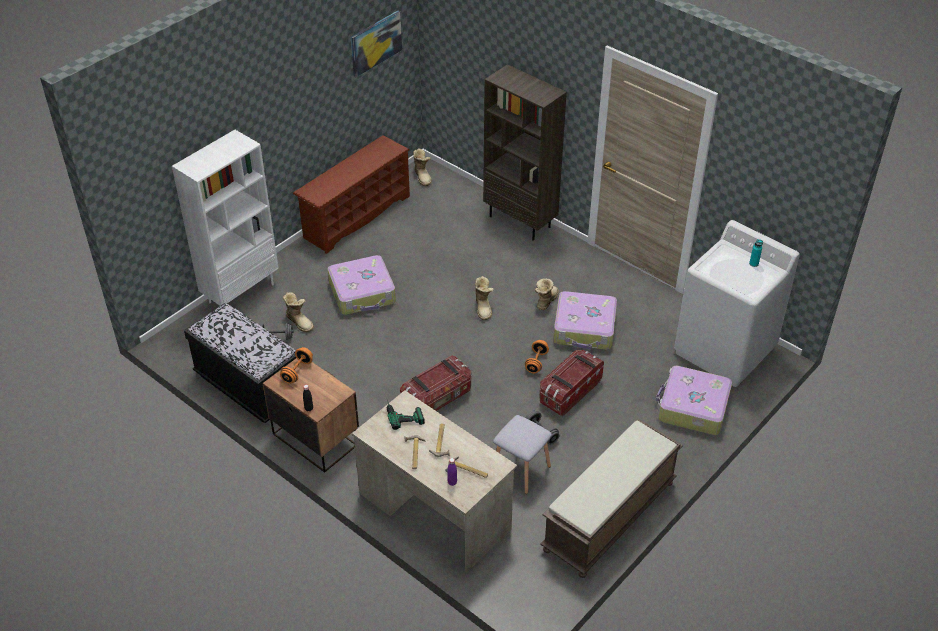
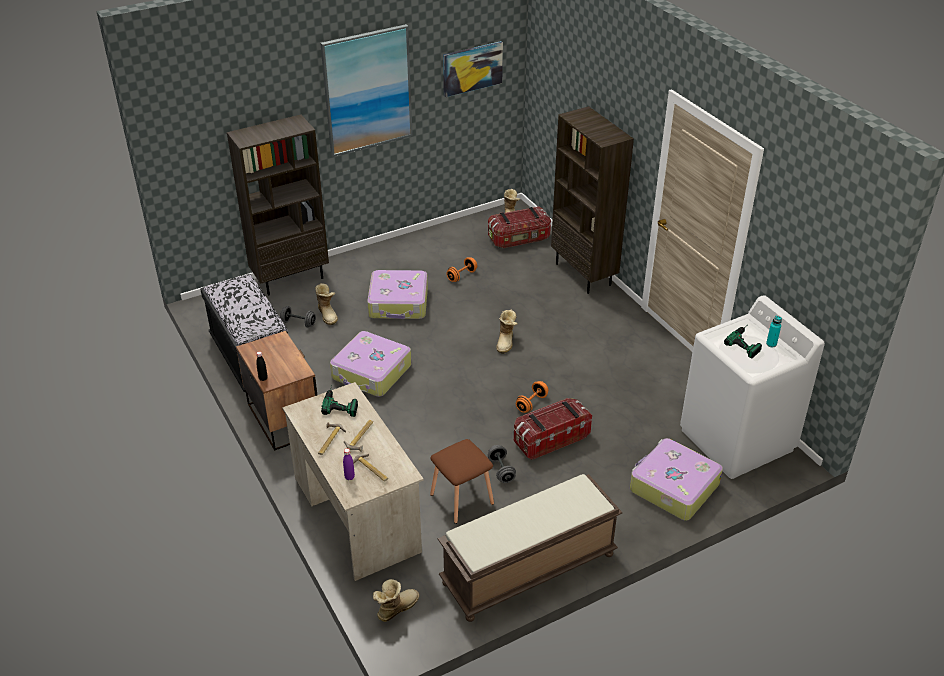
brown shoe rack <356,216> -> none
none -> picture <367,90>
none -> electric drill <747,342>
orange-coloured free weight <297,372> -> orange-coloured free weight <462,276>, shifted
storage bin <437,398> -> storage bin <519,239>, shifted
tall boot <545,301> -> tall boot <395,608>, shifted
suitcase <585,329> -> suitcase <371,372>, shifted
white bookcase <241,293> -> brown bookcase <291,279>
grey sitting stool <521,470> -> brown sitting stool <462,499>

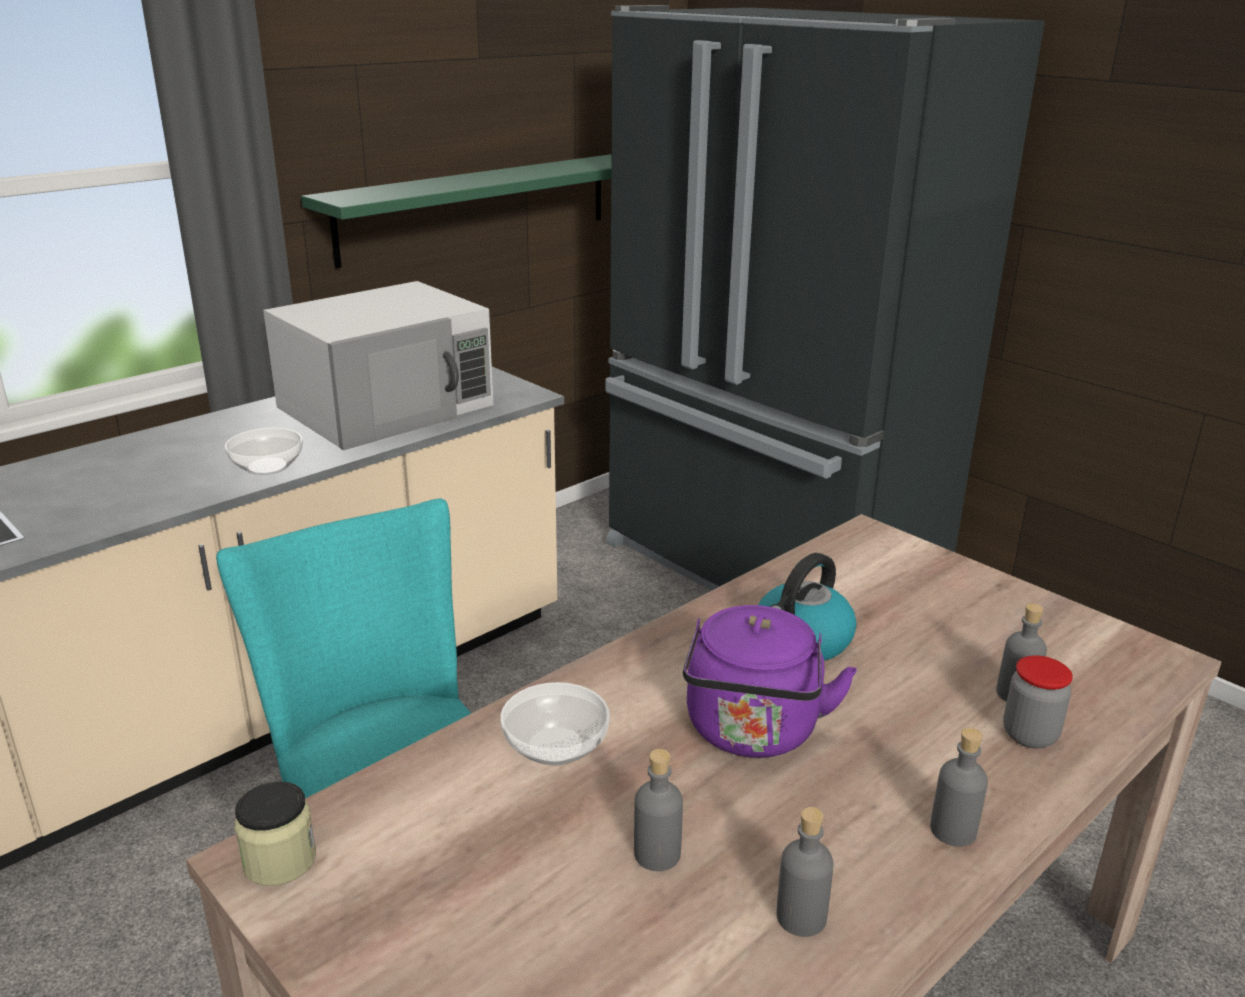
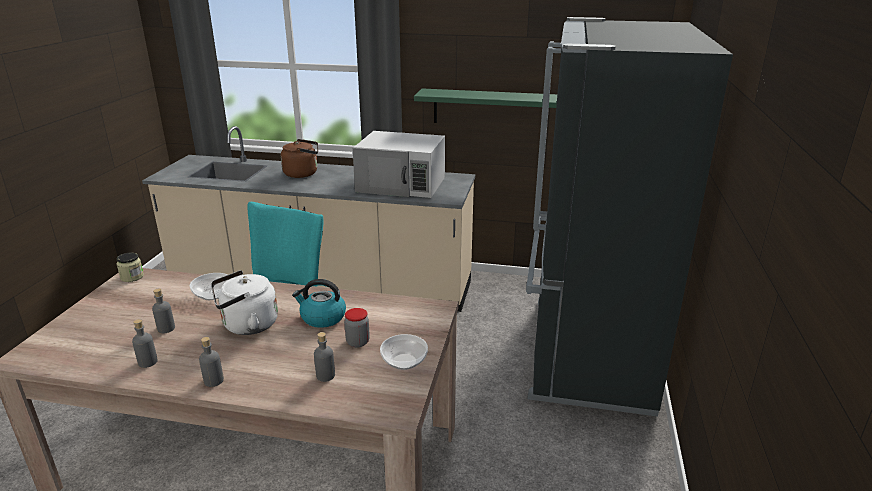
none -> brown tea kettle <303,173>
serving bowl <266,466> -> serving bowl <404,361>, shifted
preserve jar <1029,735> -> preserve jar <357,342>, shifted
purple tea kettle <752,733> -> white tea kettle <247,325>

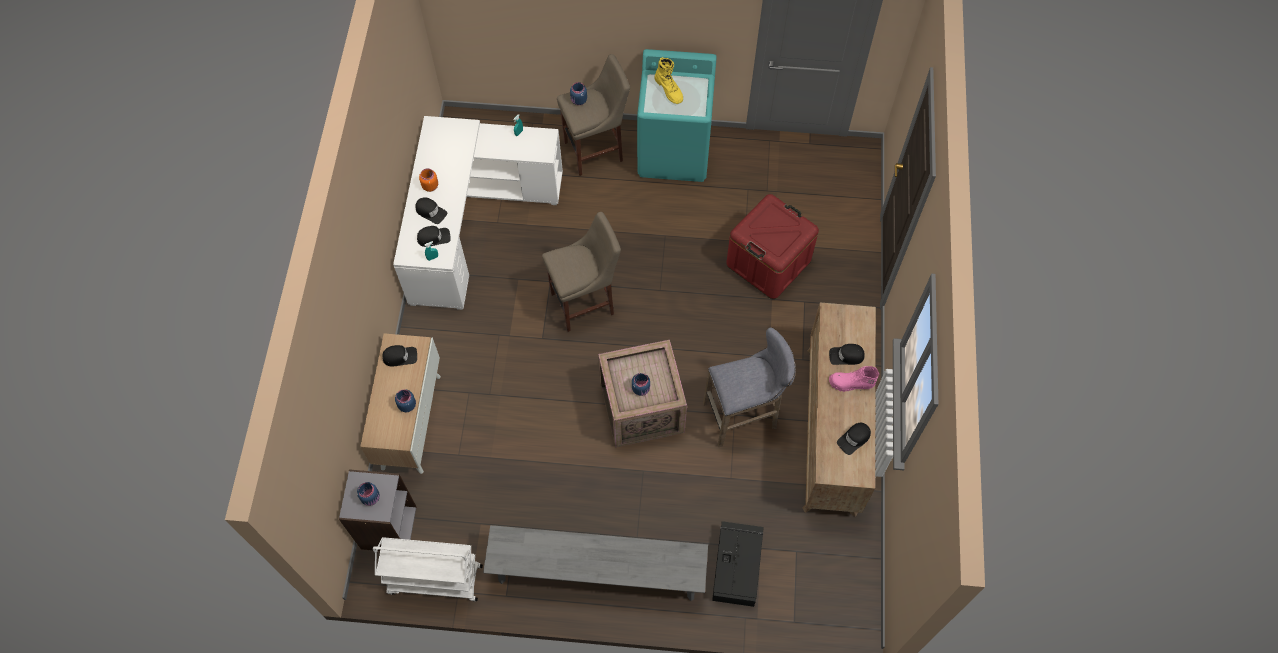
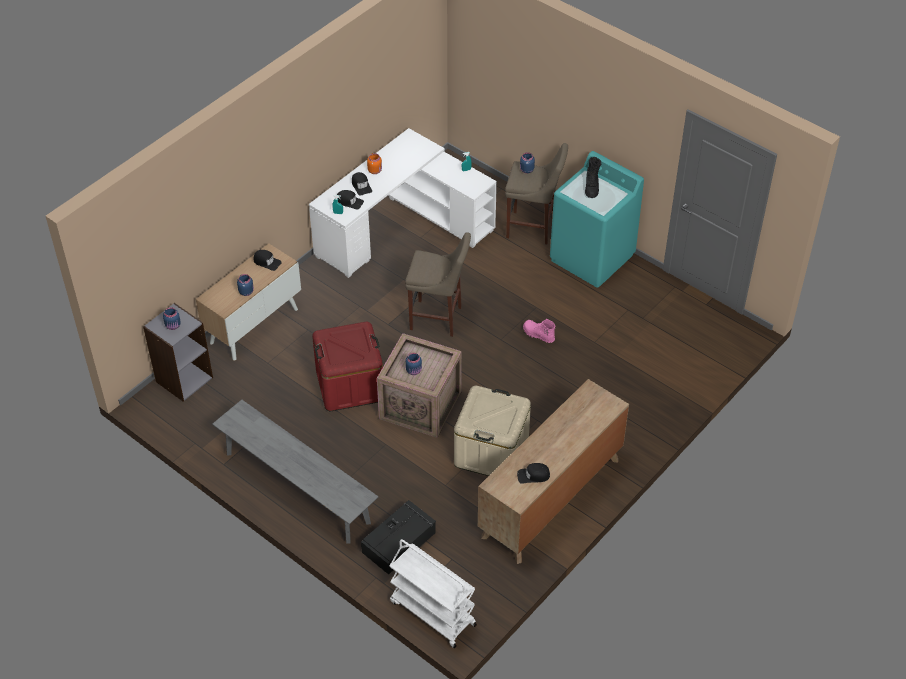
black baseball cap <846,356> -> none
white trolley <434,580> -> white trolley <432,613>, shifted
reddish storage bin <768,262> -> reddish storage bin <350,385>, shifted
pink tall boot <851,384> -> pink tall boot <538,335>, shifted
grey sitting stool <743,415> -> beige-coloured storage bin <491,451>
yellow tall boot <669,89> -> black tall boot <592,187>

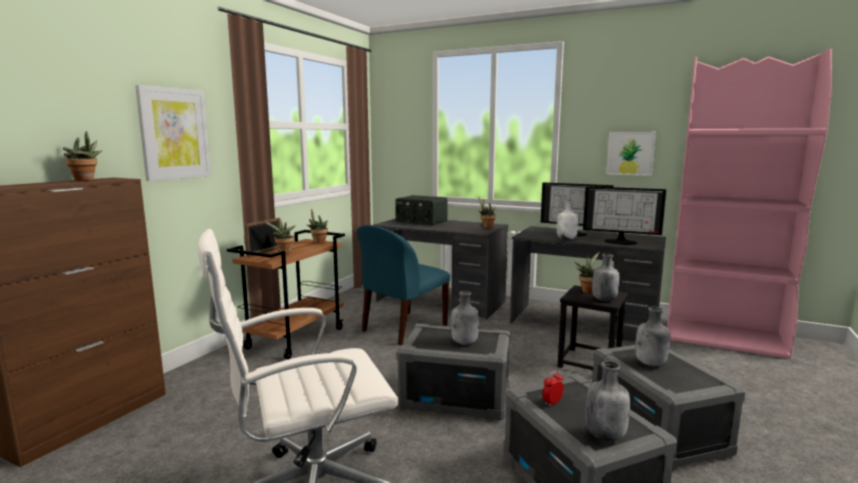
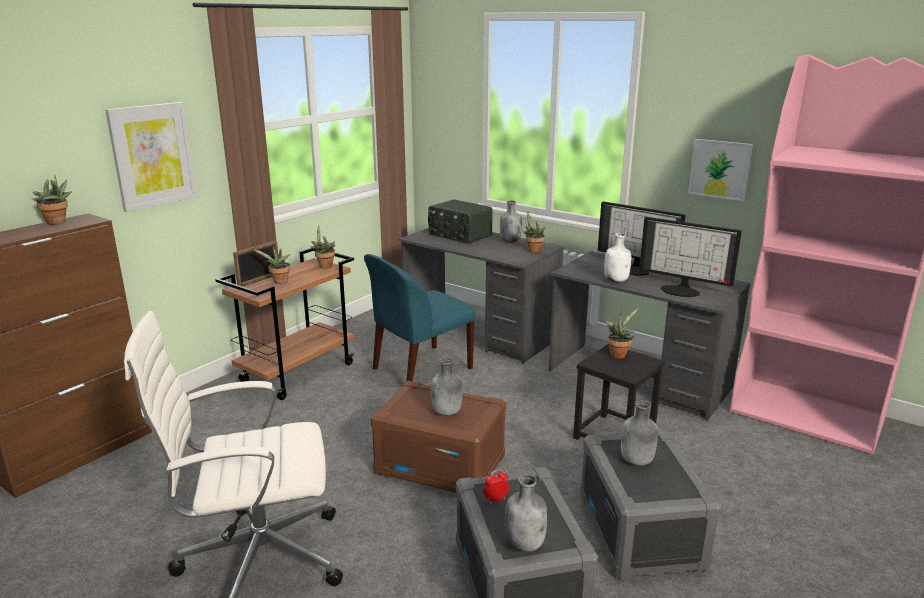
grey bottle <604,299> -> grey bottle <510,241>, shifted
grey storage bin <456,396> -> brown storage bin <441,464>

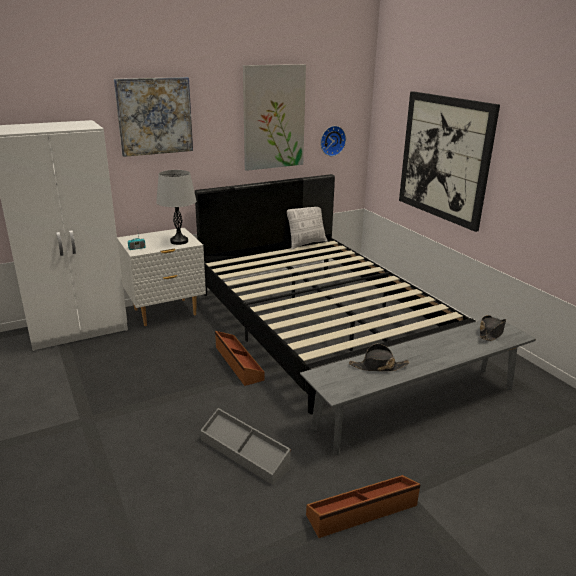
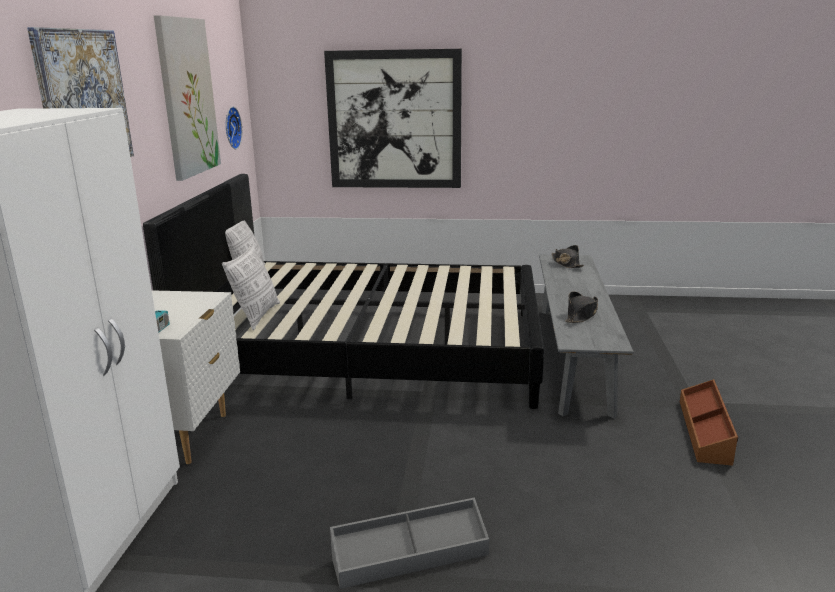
grey lamp for a table <179,241> -> none
brown storage bin <238,363> -> none
none -> pillow <256,316>
grey storage bin <245,453> -> grey storage bin <410,555>, shifted

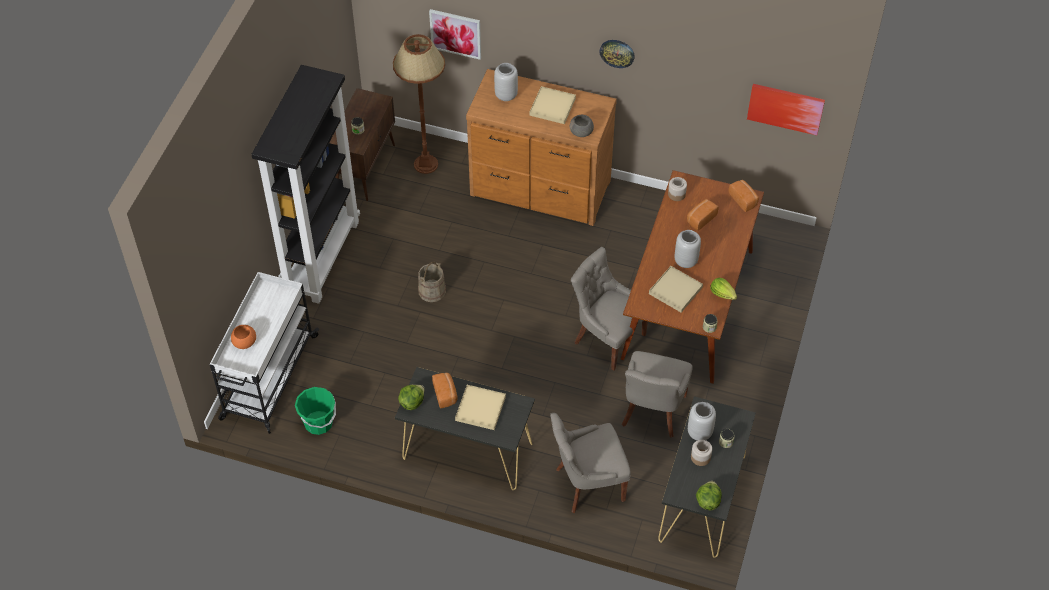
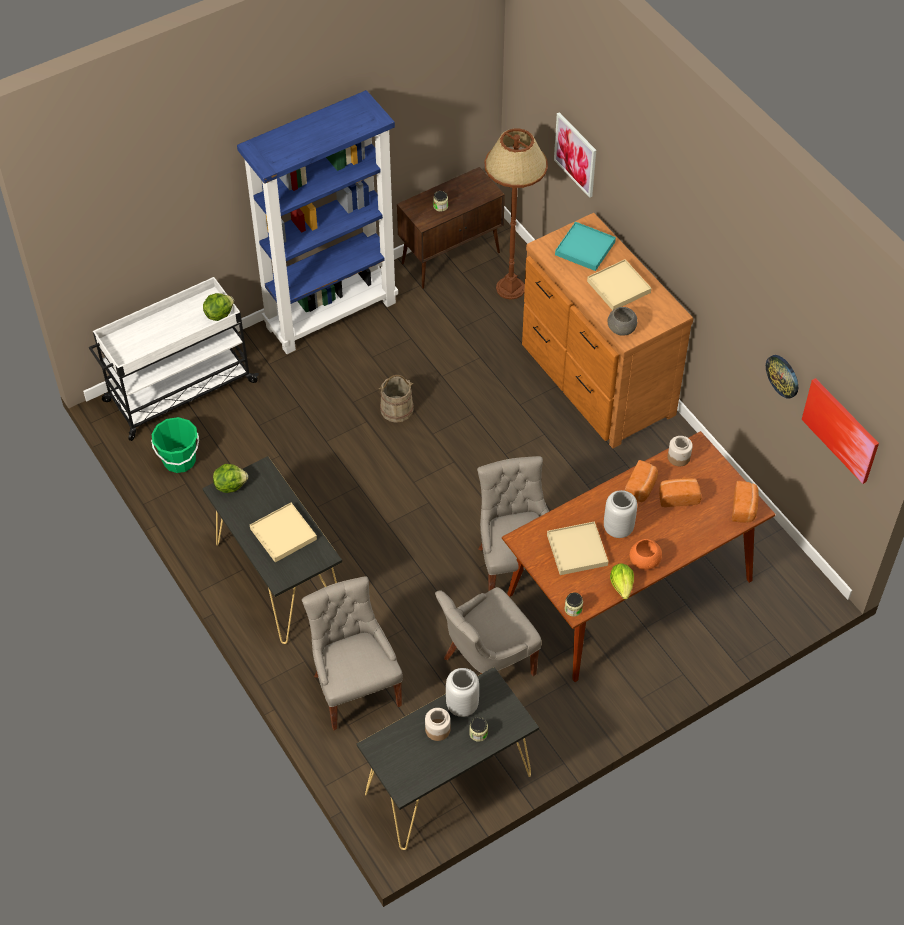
orange-coloured serving bowl <244,342> -> orange-coloured serving bowl <644,561>, shifted
bread <445,394> -> bread <641,488>, shifted
clock on the wall <617,53> -> clock on the wall <783,376>, shifted
lettuce head <708,501> -> lettuce head <219,314>, shifted
grey decorative vase <506,95> -> turquoise tray <585,248>
black bookcase <322,256> -> bluish bookcase <331,314>
grey chair <587,484> -> grey chair <355,688>, 45 degrees clockwise

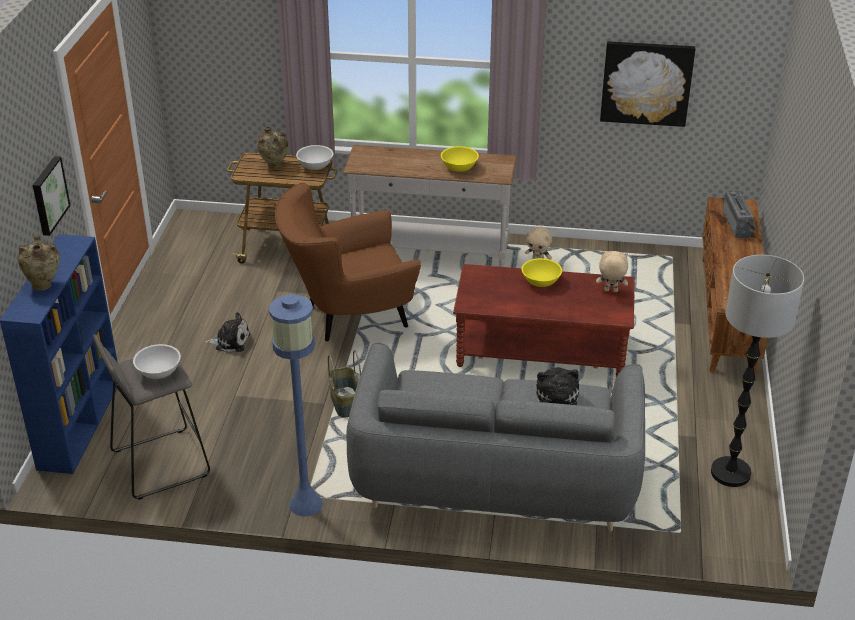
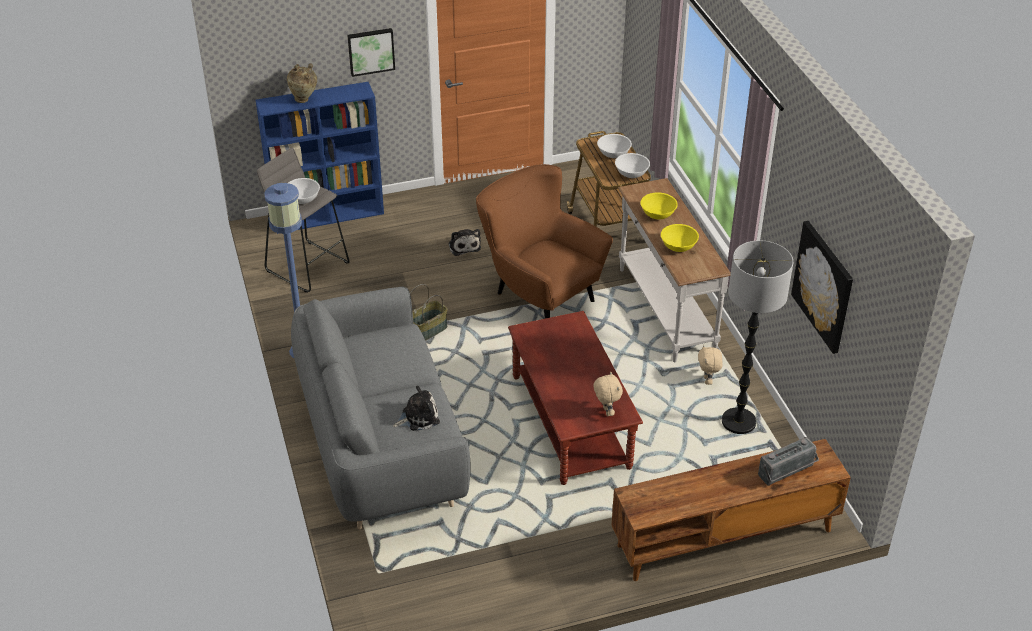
yellow serving bowl <541,281> -> yellow serving bowl <658,214>, shifted
floor lamp <731,473> -> floor lamp <738,422>, shifted
beige-coloured decorative vase <274,166> -> white serving bowl <614,154>

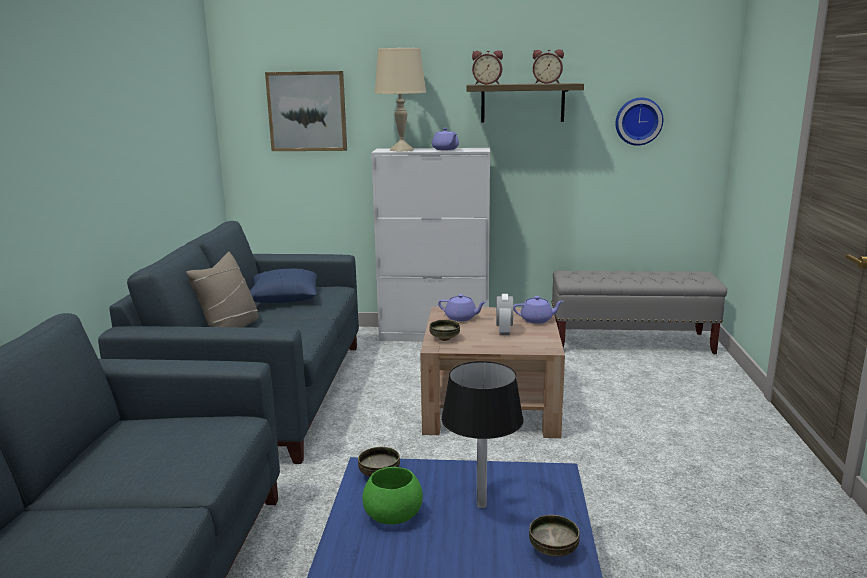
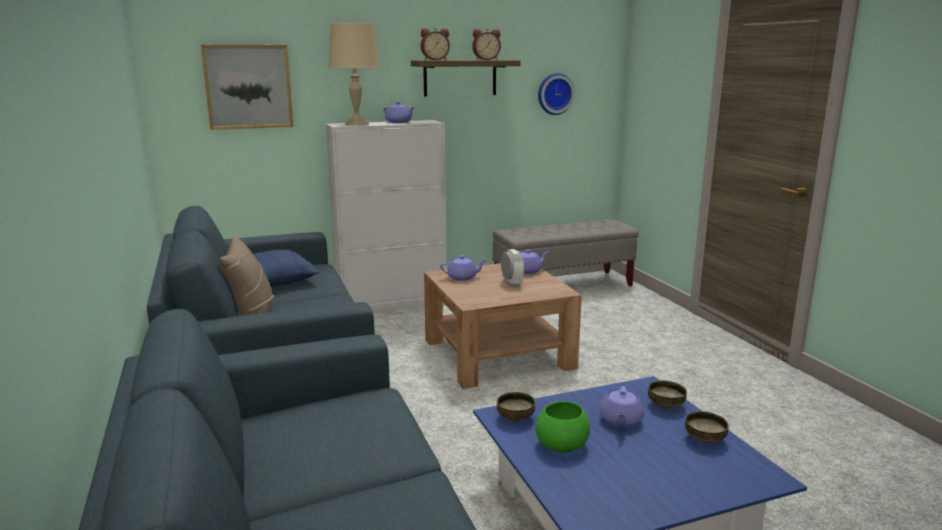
serving bowl <444,339> -> serving bowl <665,405>, shifted
black lamp for a table <482,505> -> purple pot for tea <620,421>

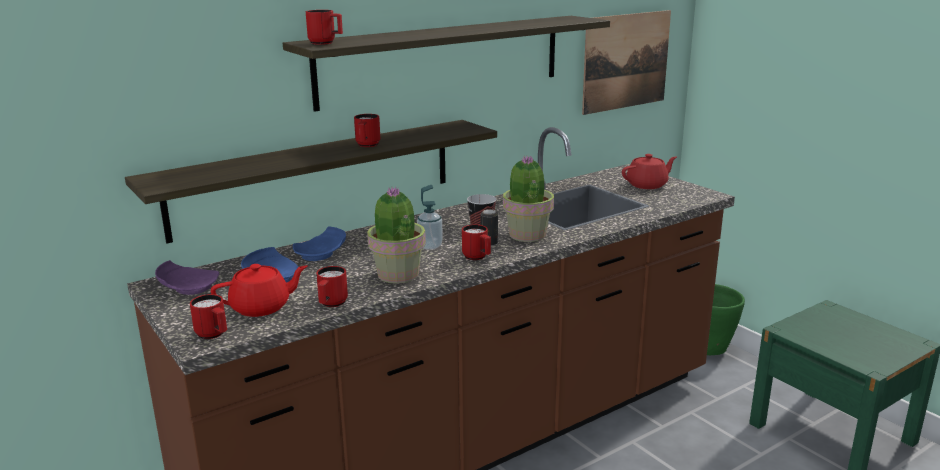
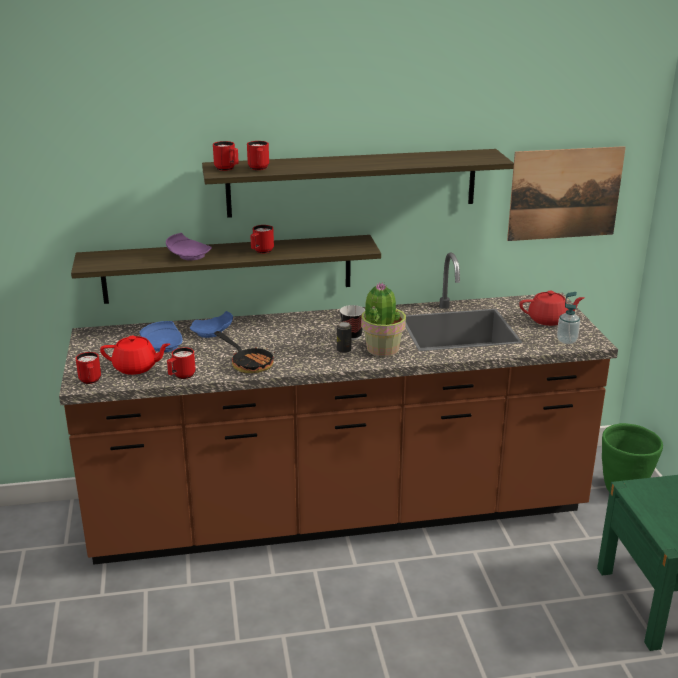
purple dinner plate <188,288> -> purple dinner plate <188,255>, shifted
soap dispenser <430,246> -> soap dispenser <566,341>, shifted
reddish coffee mug <477,257> -> reddish coffee mug <259,169>, shifted
houseplant <397,275> -> pan <248,363>

